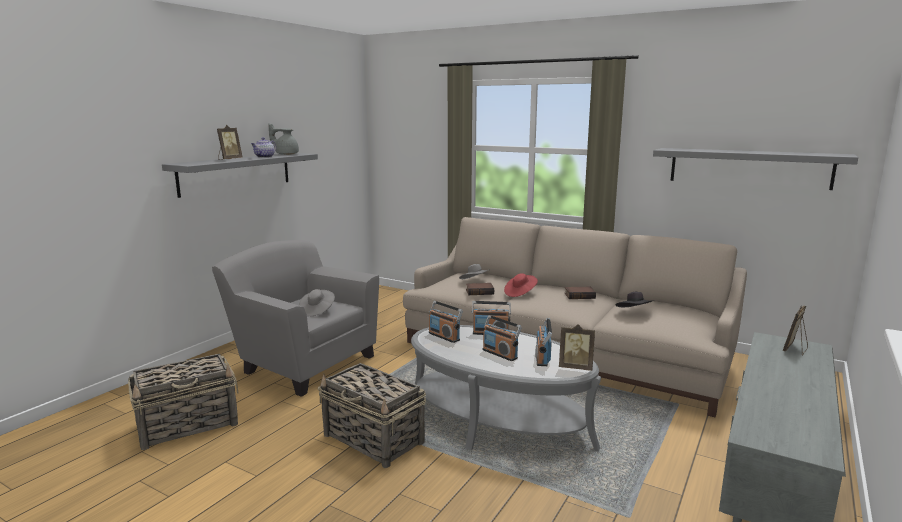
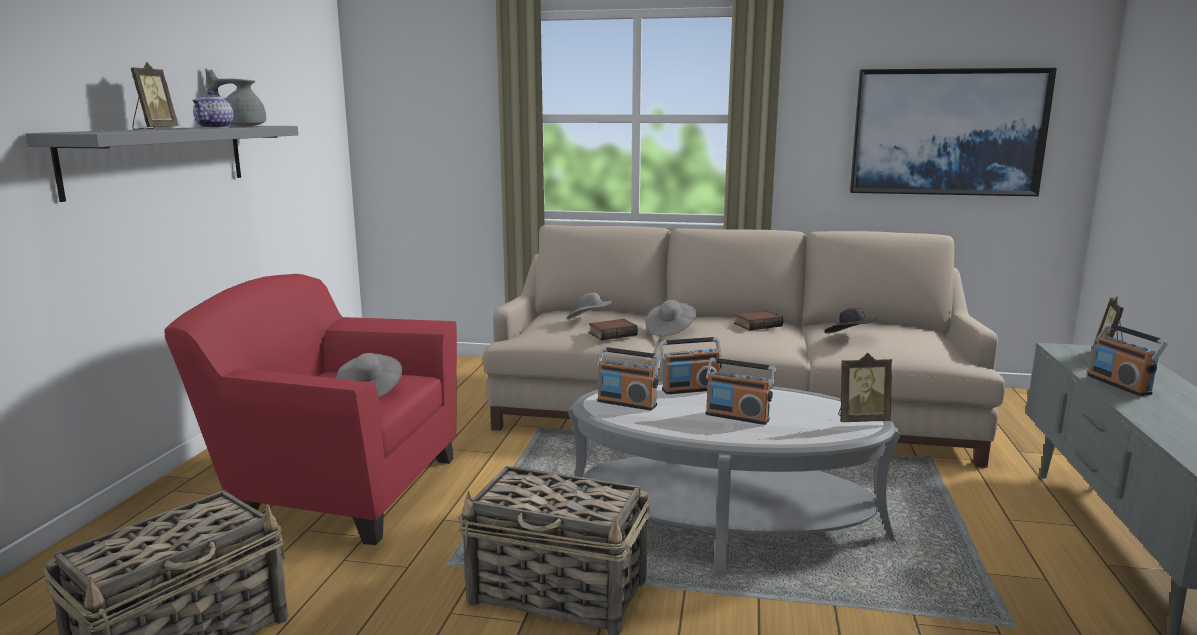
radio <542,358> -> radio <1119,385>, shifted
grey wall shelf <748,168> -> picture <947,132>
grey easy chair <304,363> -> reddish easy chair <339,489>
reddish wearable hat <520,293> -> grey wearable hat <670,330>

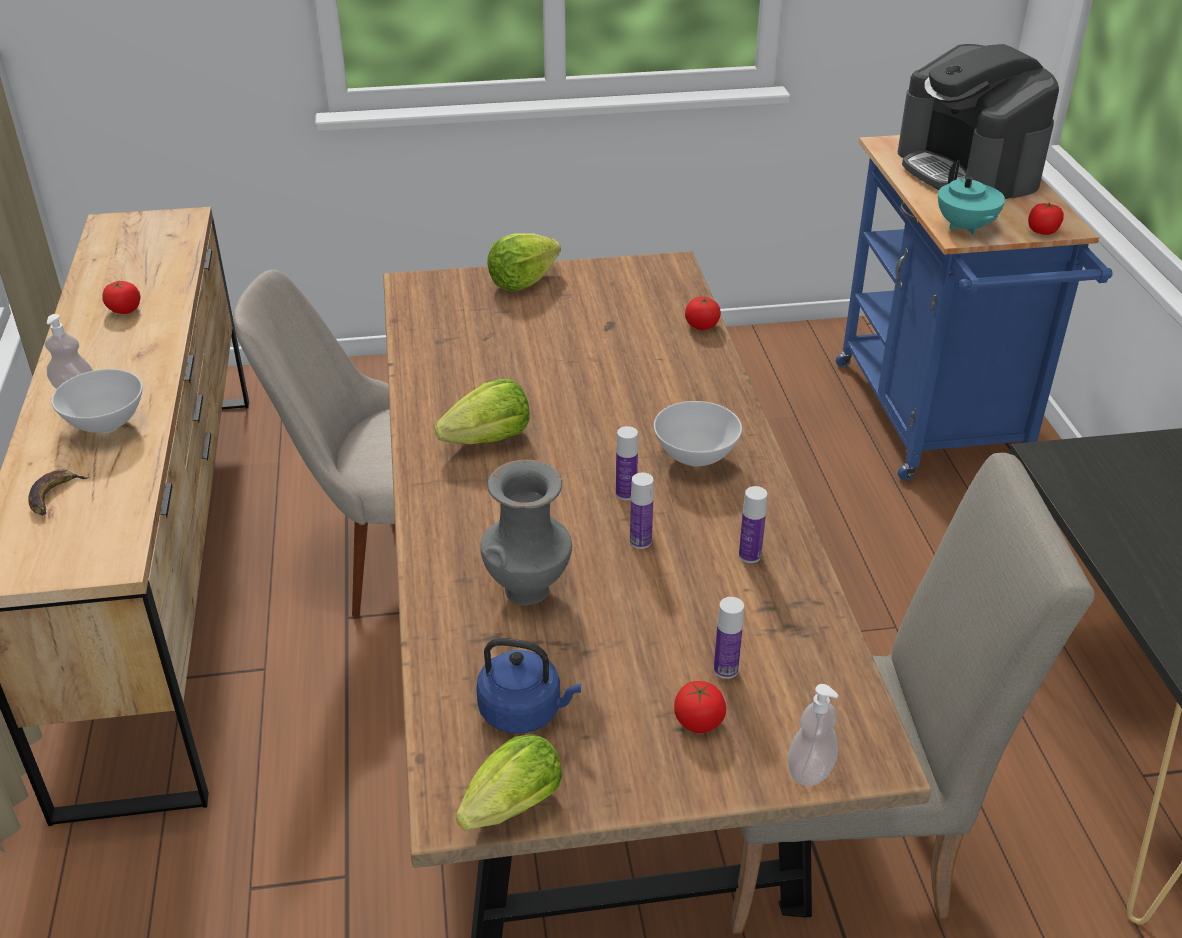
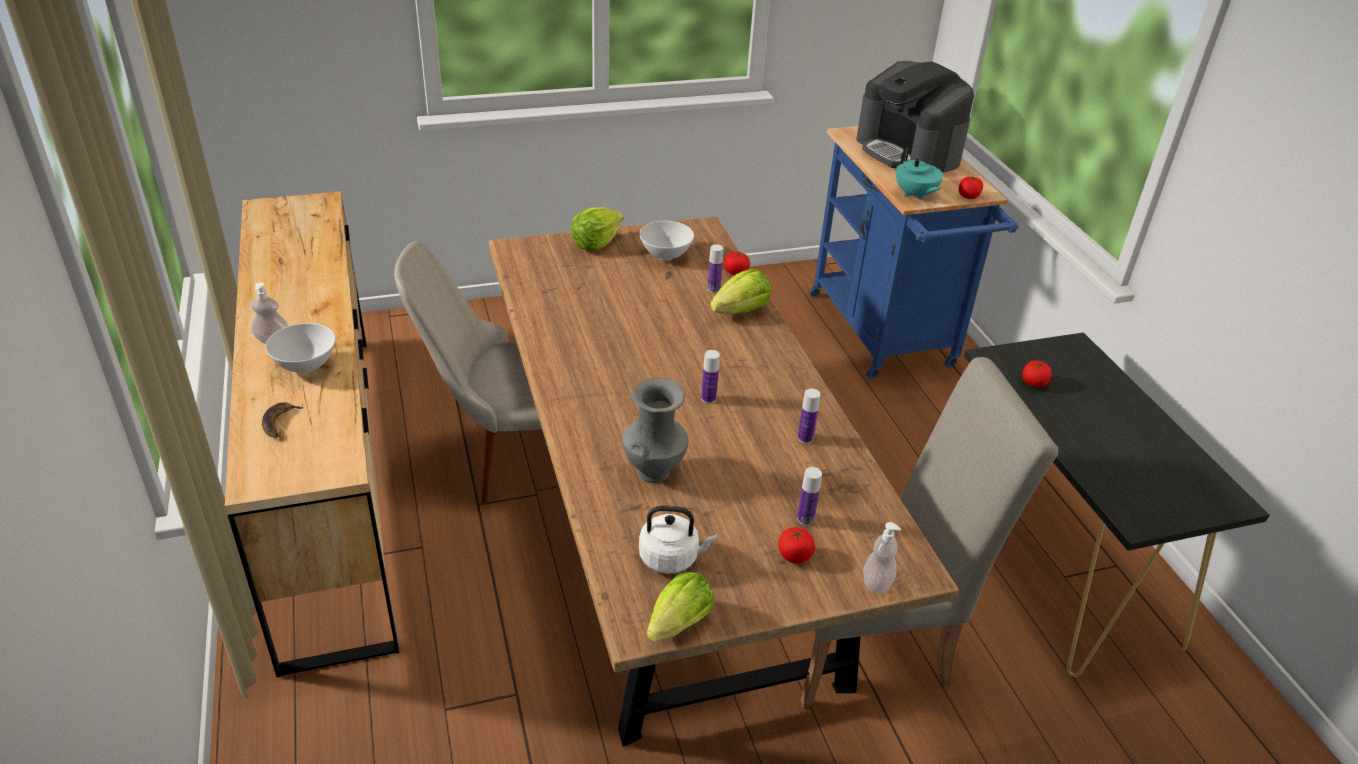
fresh tomato <124,310> -> fresh tomato <1034,383>, shifted
lettuce head <489,439> -> lettuce head <741,311>, shifted
bottle <640,541> -> bottle <713,289>, shifted
white serving bowl <694,459> -> white serving bowl <665,256>, shifted
bluish tea kettle <525,711> -> white tea kettle <672,558>

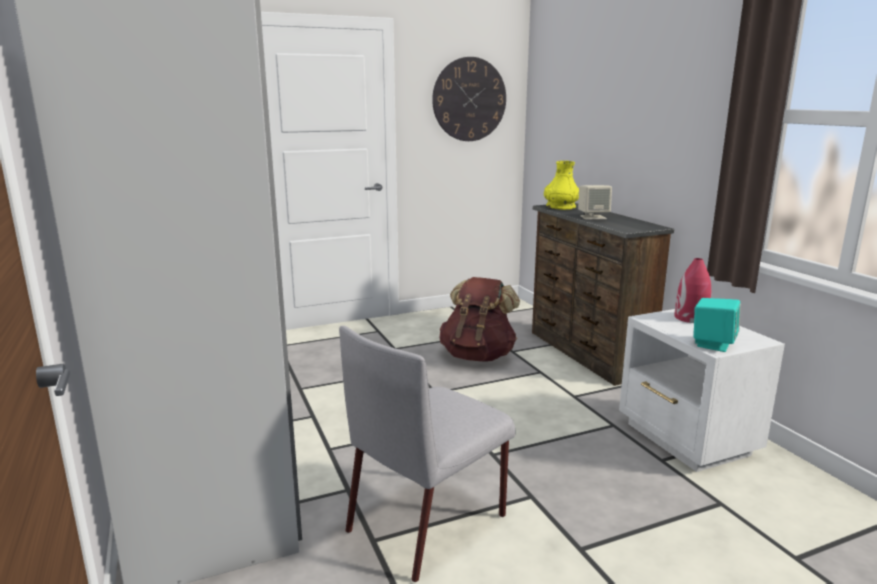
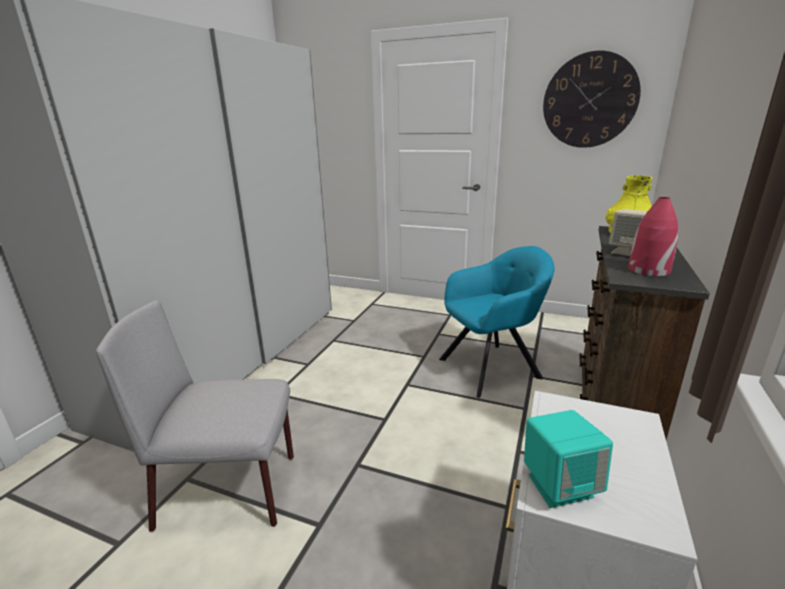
reddish decorative vase <690,318> -> reddish decorative vase <648,270>, shifted
brown knapsack <478,356> -> turquoise easy chair <492,367>

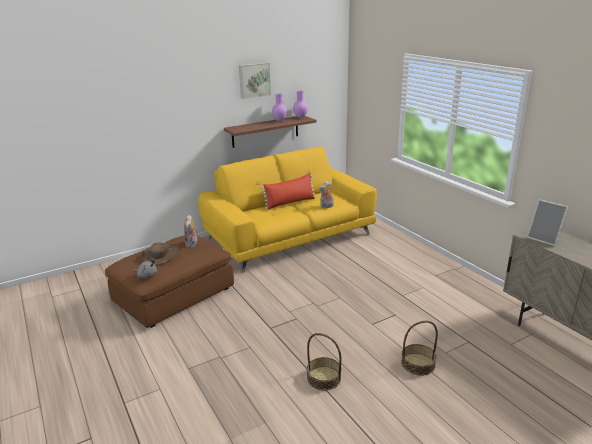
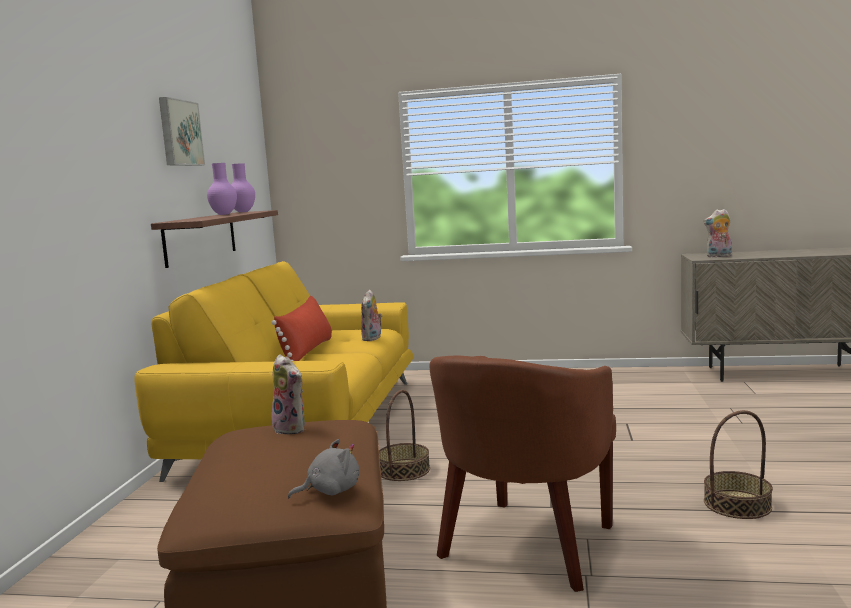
brown wearable hat <161,255> -> none
none -> brown easy chair <527,546>
storage basket <418,364> -> storage basket <403,470>, shifted
photo frame <544,239> -> soft toy <719,256>

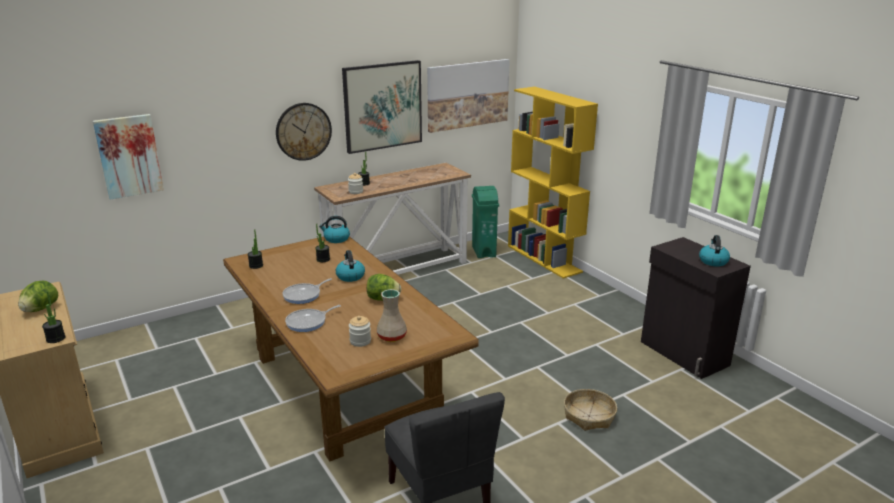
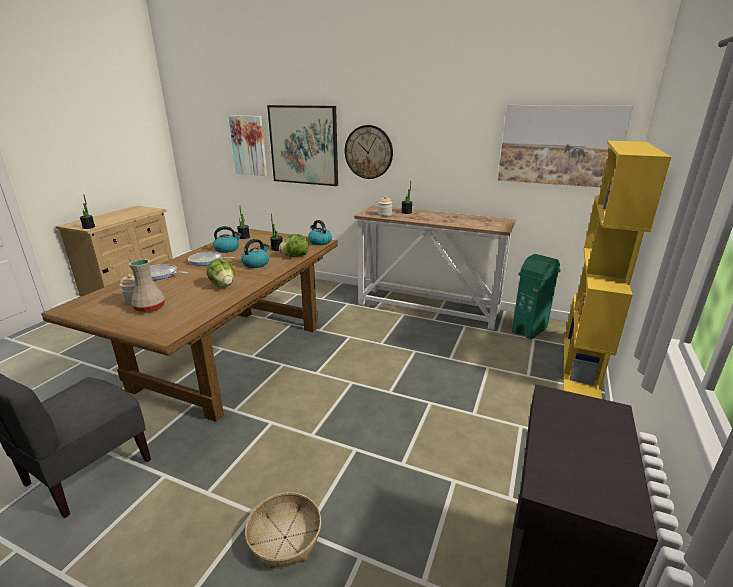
lettuce head <40,309> -> lettuce head <295,256>, shifted
picture <382,106> -> picture <304,145>, shifted
tea kettle <713,261> -> tea kettle <227,249>, shifted

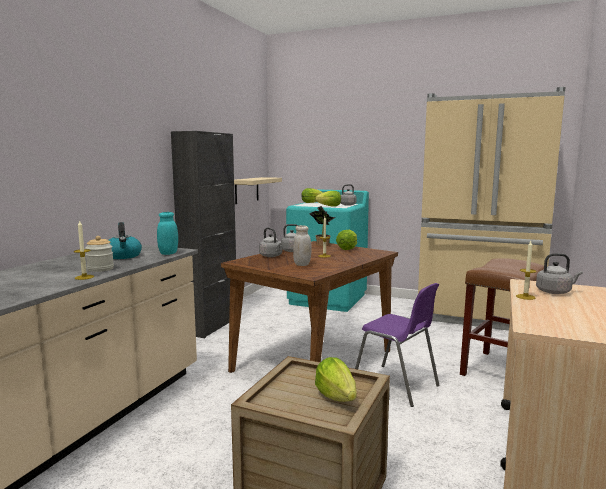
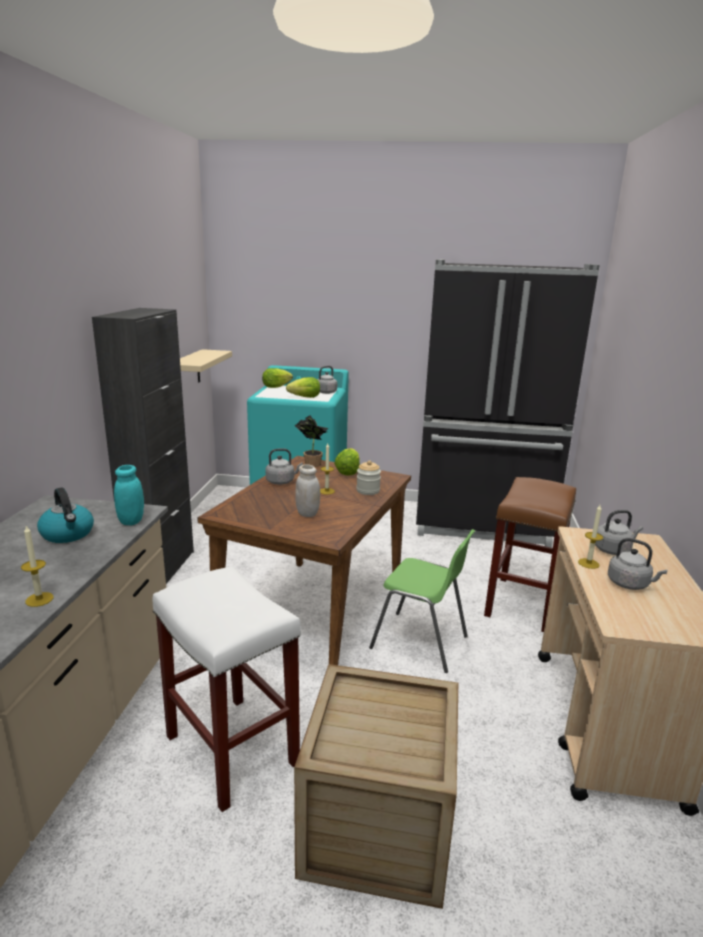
lettuce head <336,397> -> none
none -> white sitting stool <233,750>
preserve jar <100,269> -> preserve jar <368,491>, shifted
grey tea kettle <271,256> -> grey tea kettle <630,584>, shifted
purple chair <396,385> -> greenish chair <420,642>
beige-coloured kitchen fridge <478,318> -> black kitchen fridge <482,524>

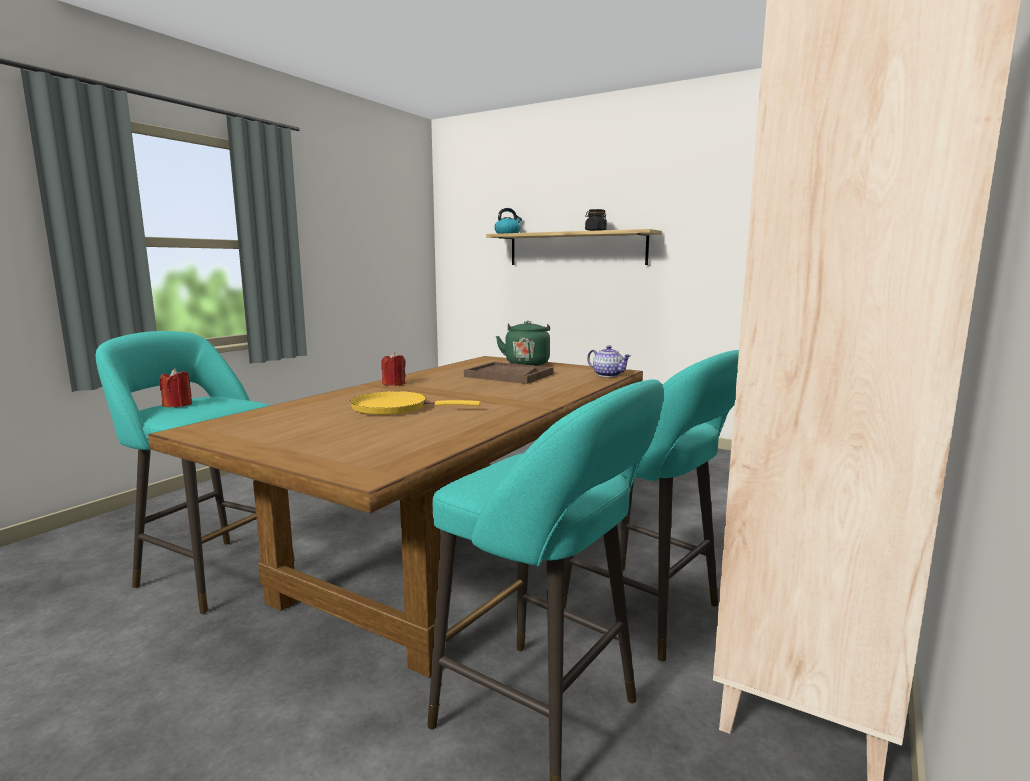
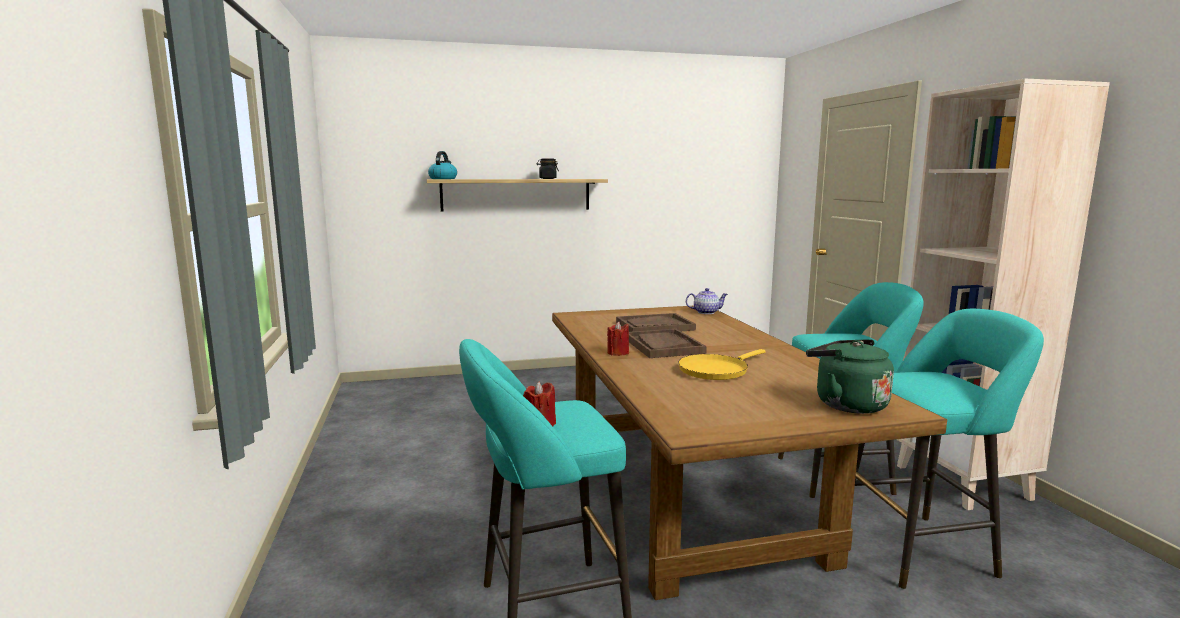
none -> brown tray <663,346>
greenish tea kettle <527,363> -> greenish tea kettle <846,404>, shifted

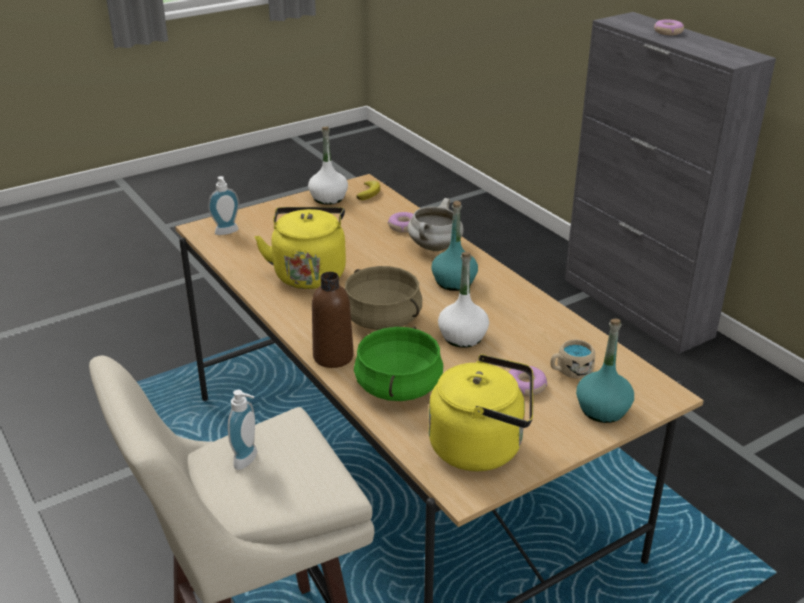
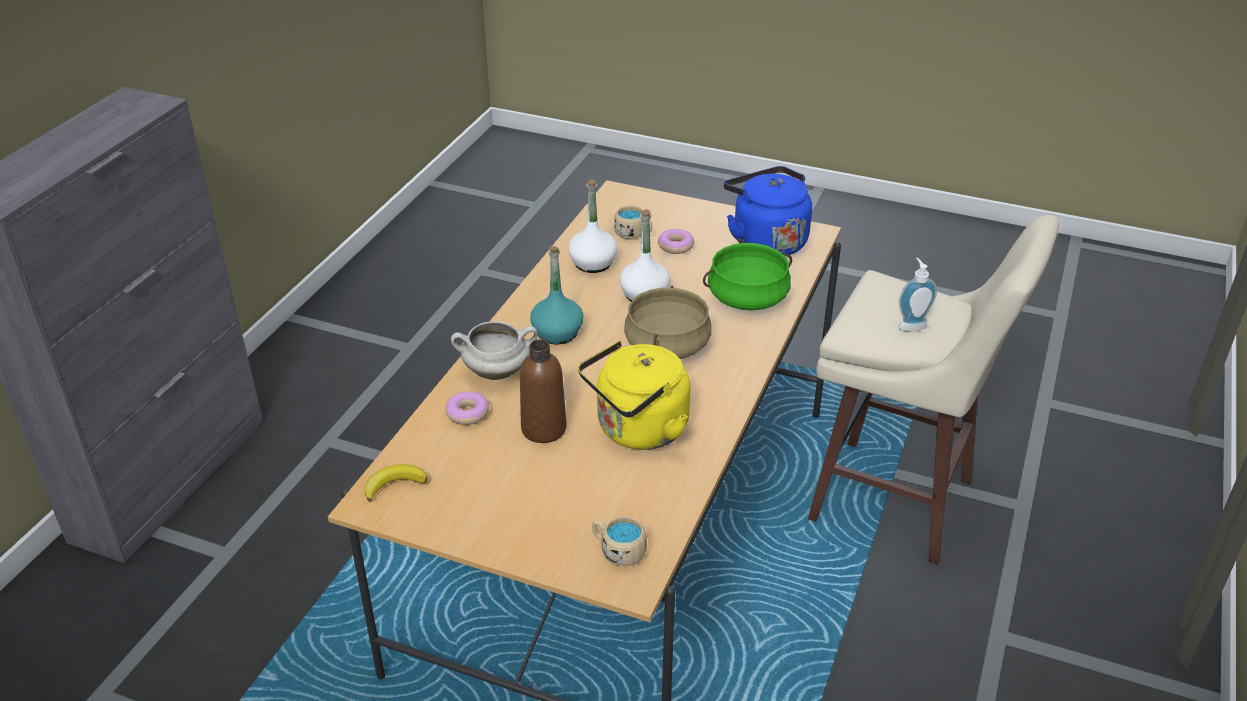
turquoise bottle <602,409> -> none
doughnut <668,32> -> none
white bottle <328,198> -> white bottle <593,263>, shifted
brown bottle <333,356> -> brown bottle <543,429>, shifted
soap dispenser <227,232> -> beige-coloured coffee mug <618,551>
yellow tea kettle <482,447> -> bluish tea kettle <766,241>

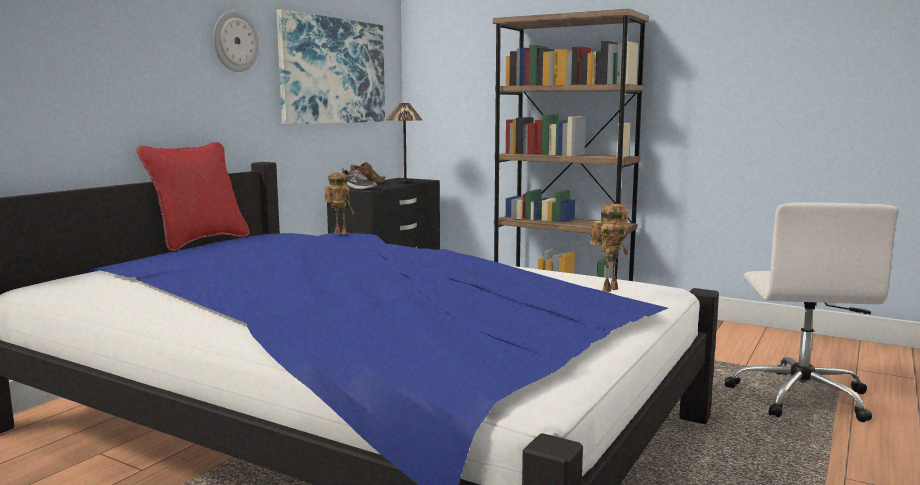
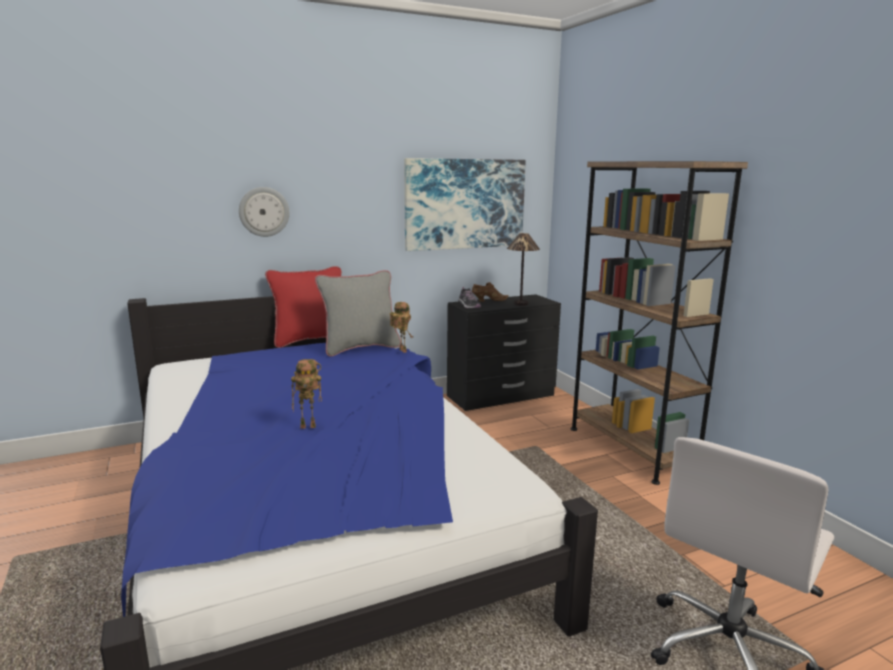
none -> grey pillow <360,348>
clock on the wall <235,41> -> clock on the wall <264,211>, shifted
model robot <609,289> -> model robot <309,426>, shifted

